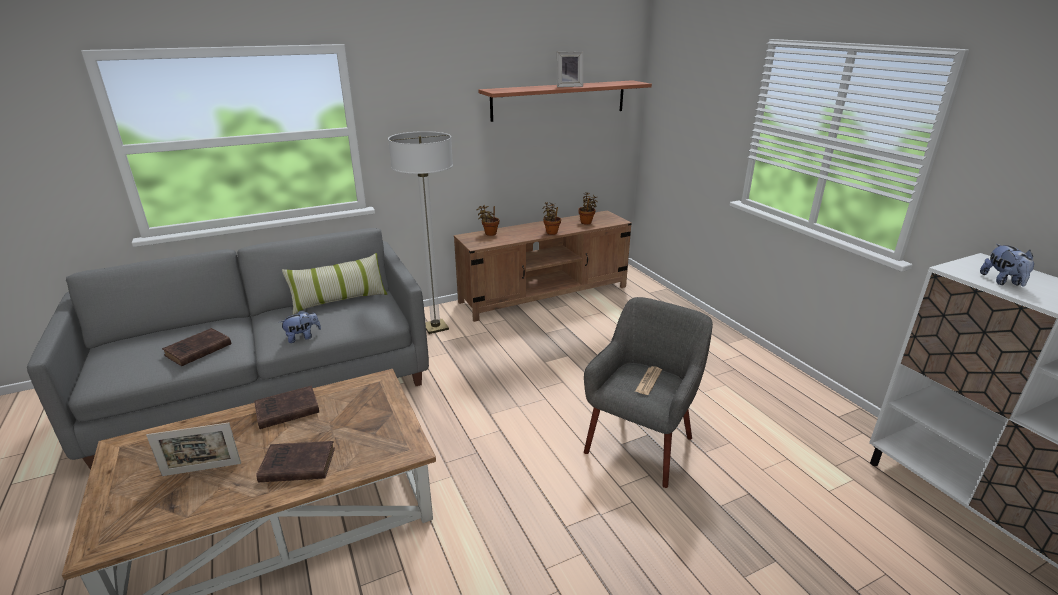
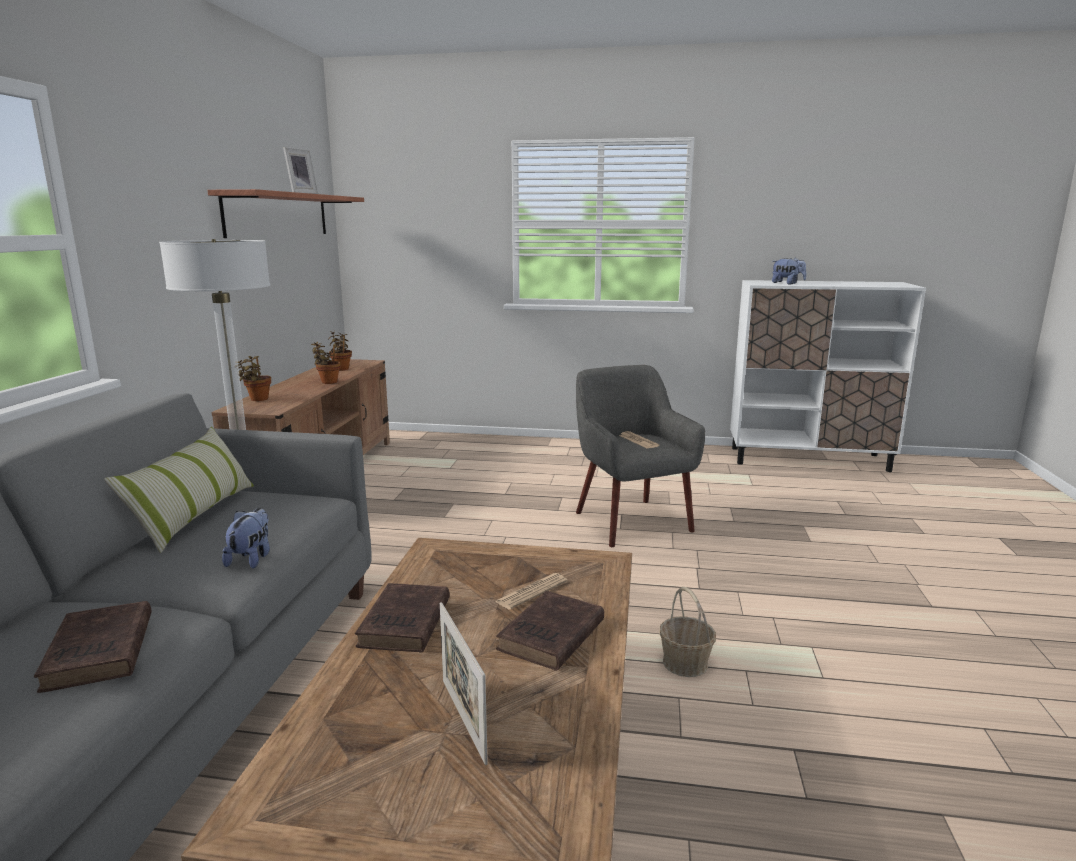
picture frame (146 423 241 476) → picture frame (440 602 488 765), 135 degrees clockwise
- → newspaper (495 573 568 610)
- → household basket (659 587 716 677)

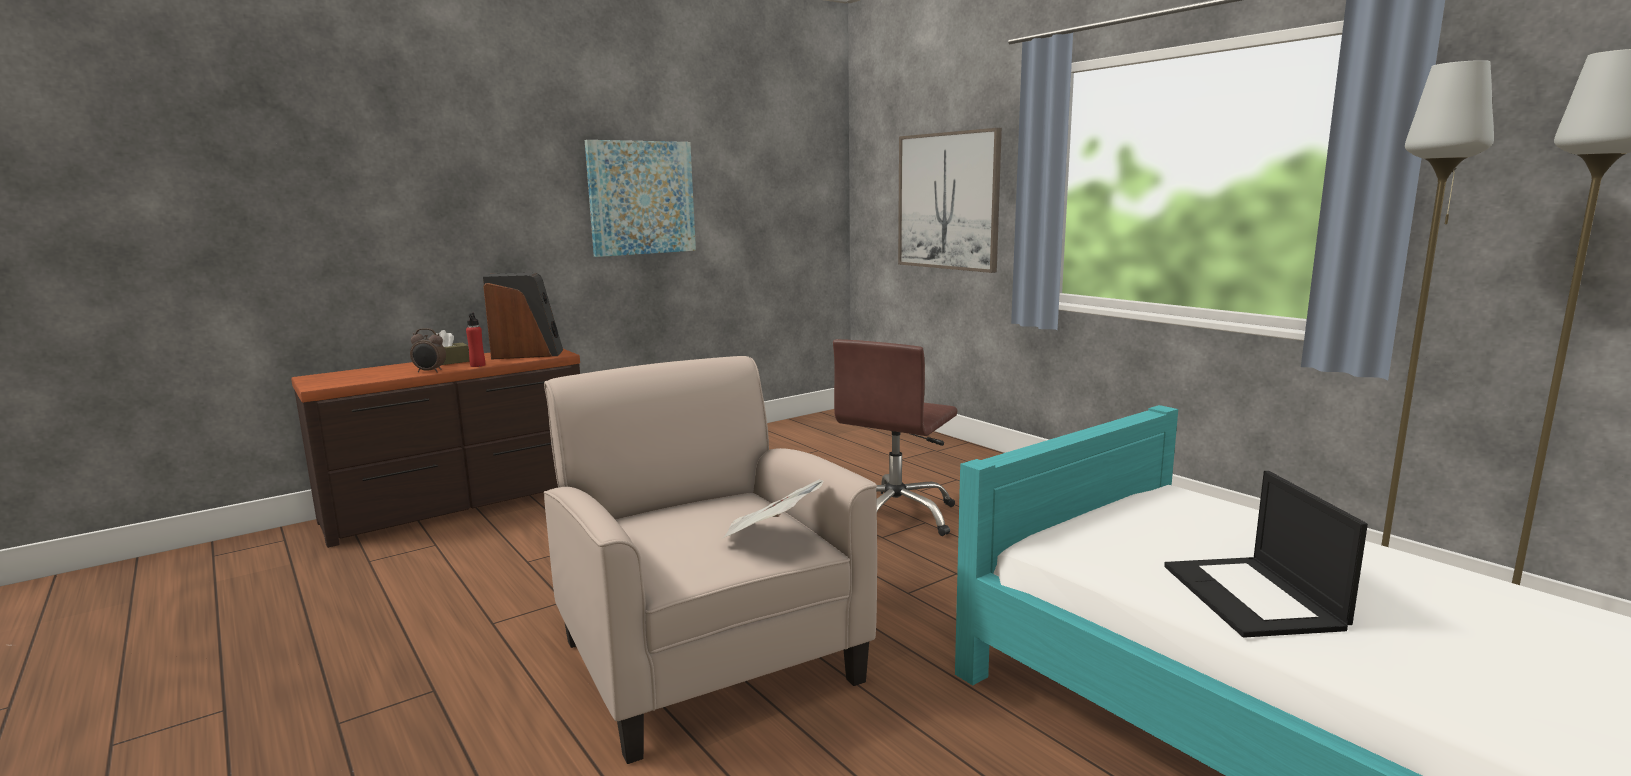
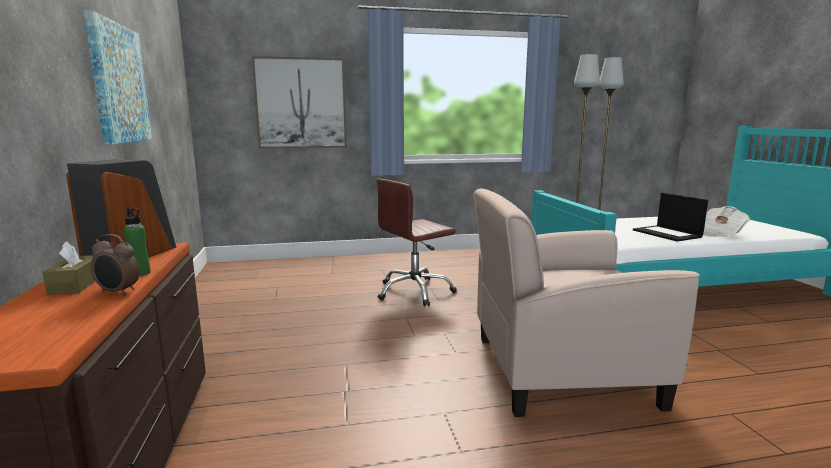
bedside clock (410 328 446 373) → bedside clock (91 234 140 295), 75 degrees clockwise
red-coloured beverage bottle (466 313 485 367) → green beverage bottle (124 208 150 276)
brownish desk chair (833 339 958 536) → brownish desk chair (377 179 457 307), 90 degrees clockwise
notebook computer (1164 471 1368 638) → notebook computer (633 193 708 241), 45 degrees clockwise
newspaper (721 479 824 539) → newspaper (703 206 750 237), move

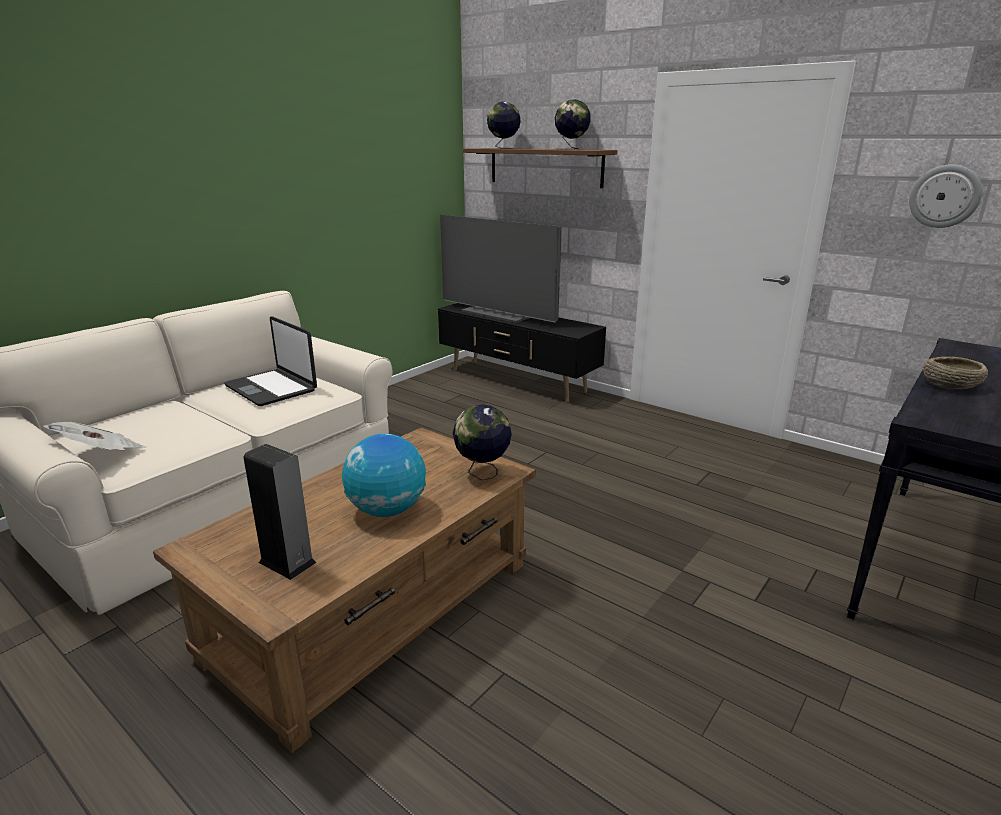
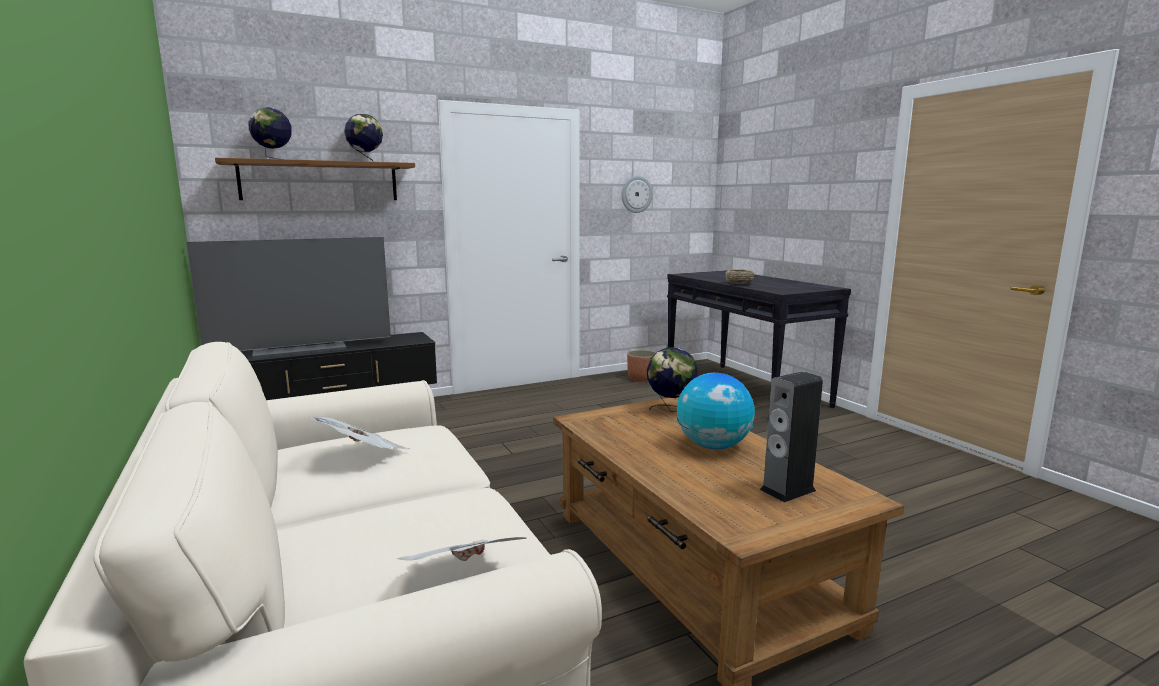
notebook computer (224 316 317 406) → newspaper (309 417 411 450)
- → plant pot (627 350 656 381)

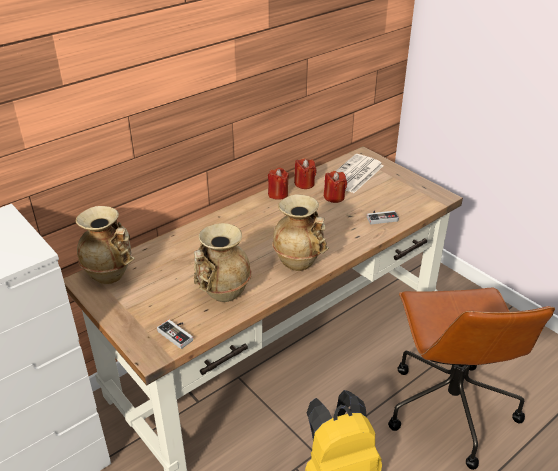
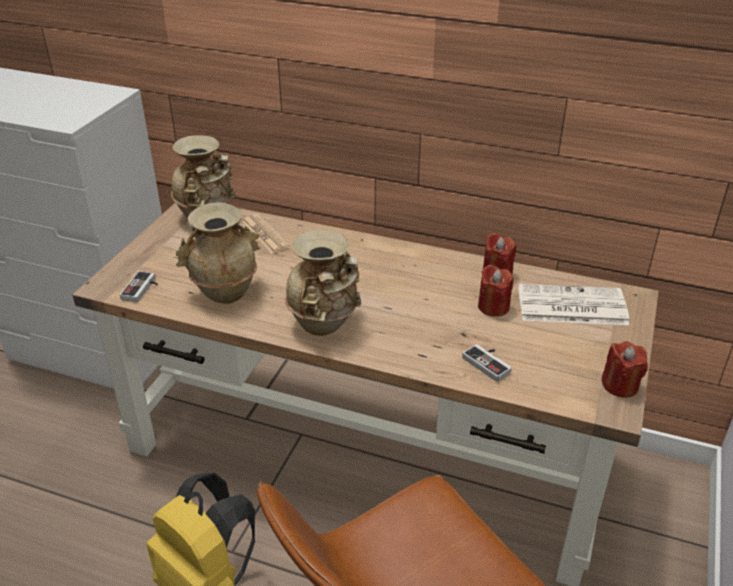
- → newspaper (242 214 290 254)
red-coloured wax candle (268 168 289 200) → red-coloured wax candle (601 341 648 398), move

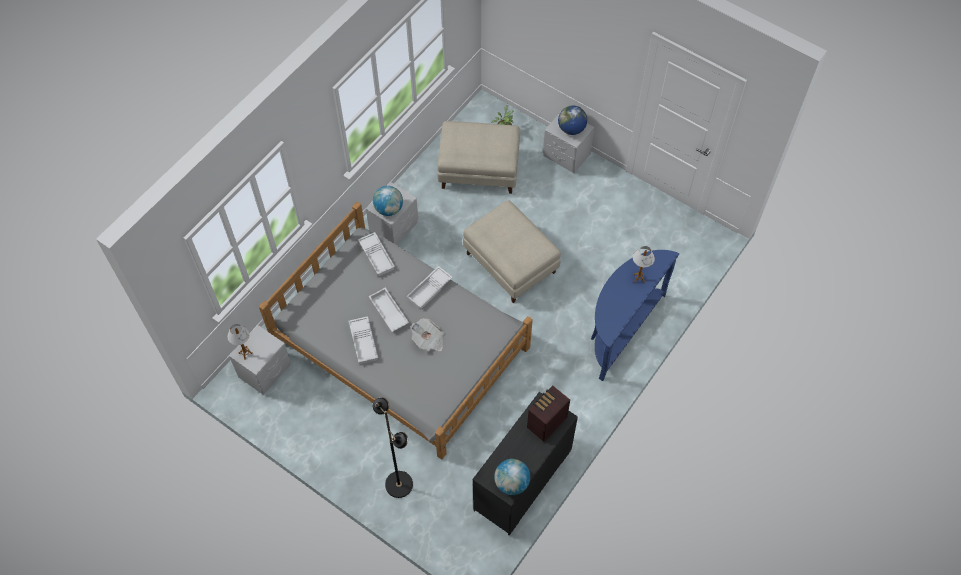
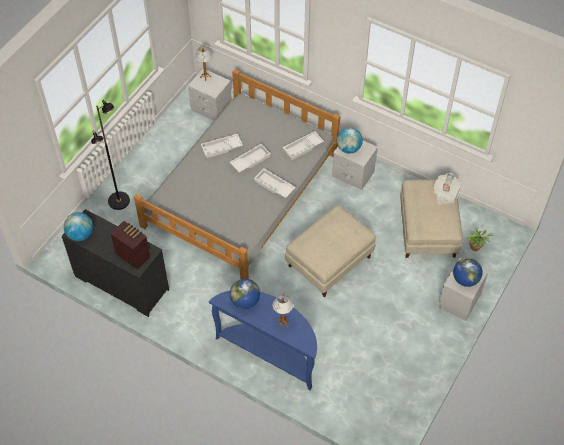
- → desk globe (230 279 260 309)
newspaper (411 318 444 351) → newspaper (433 173 462 204), move

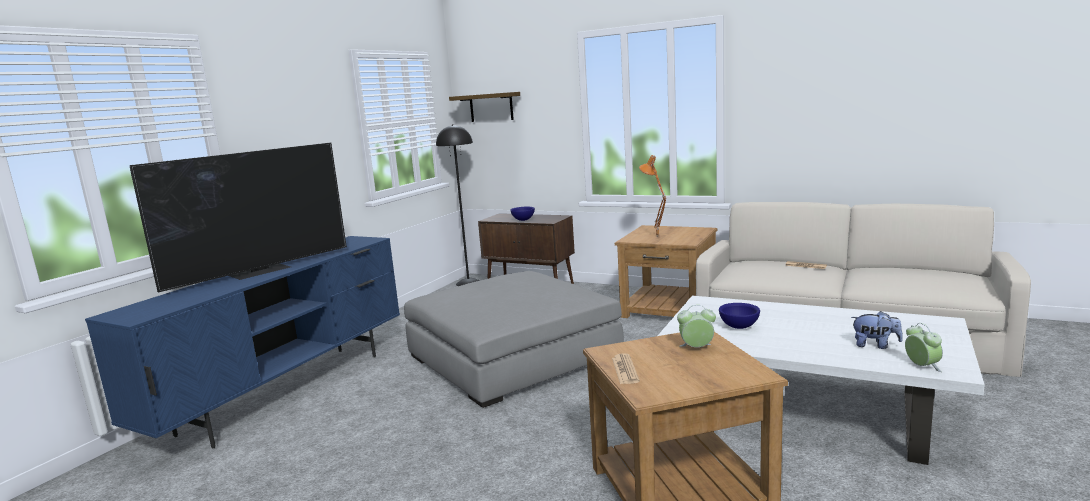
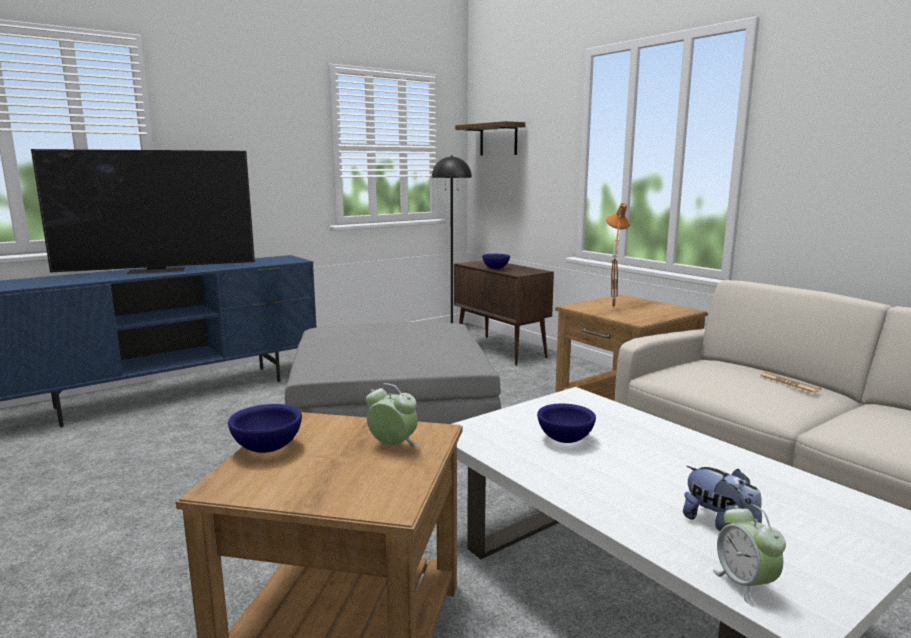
newspaper (612 353 640 384) → bluish bowl (228 404 302 453)
bedside clock (905 323 943 372) → bedside clock (713 505 786 607), 150 degrees clockwise

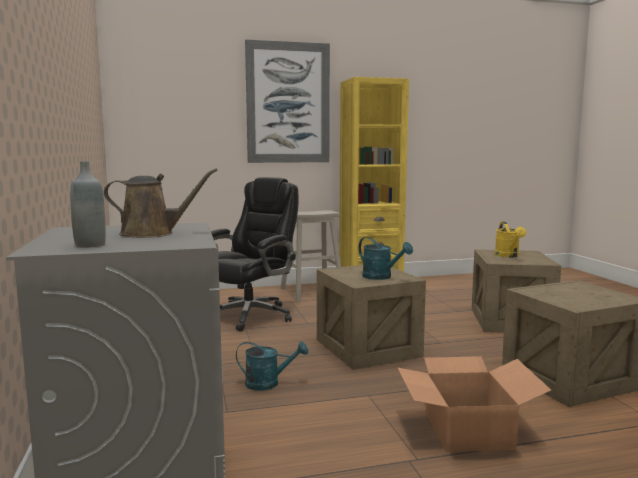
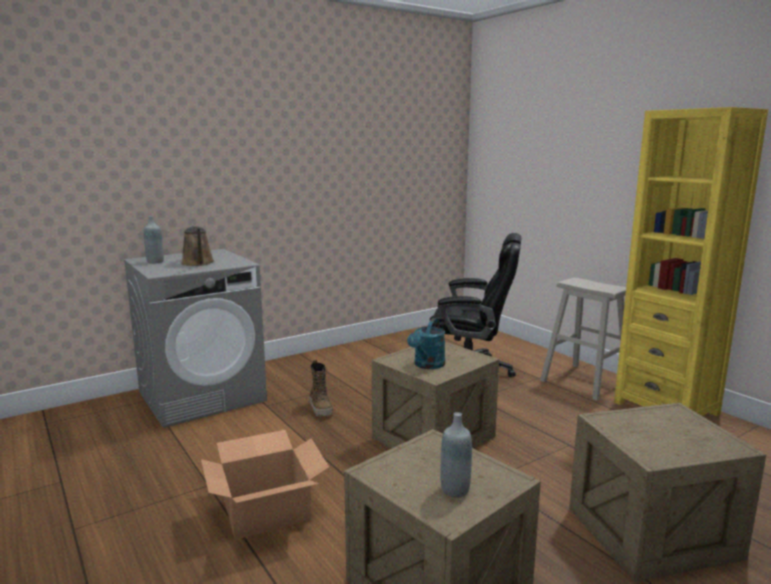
blue-green watering can (236 342 308 391) → high-top boot (309 360 333 416)
- → greyish beverage bottle (441 412 472 497)
wall art (245 40 330 163) → -
yellow watering can (495 222 526 257) → -

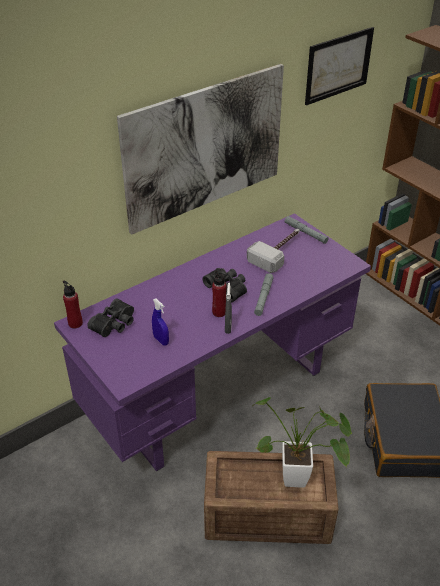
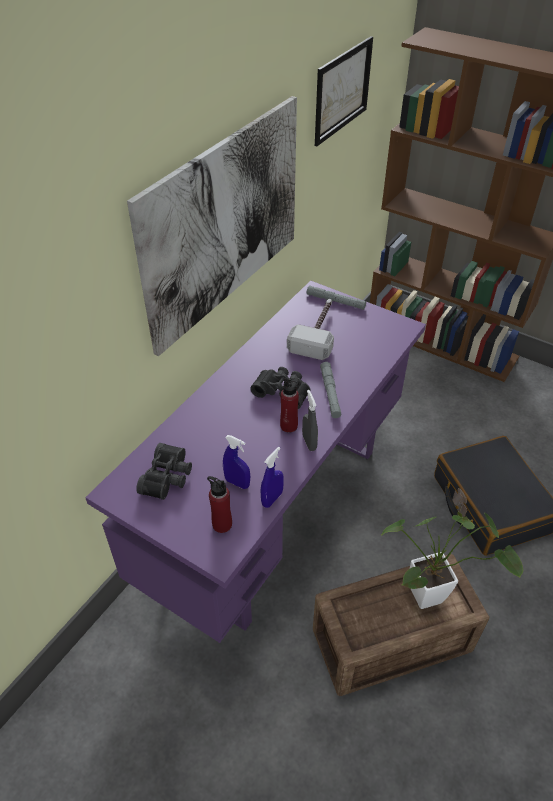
red-coloured beverage bottle (63 280 83 329) → red-coloured beverage bottle (207 476 232 533), move
- → bluish hand sprayer (261 447 284 508)

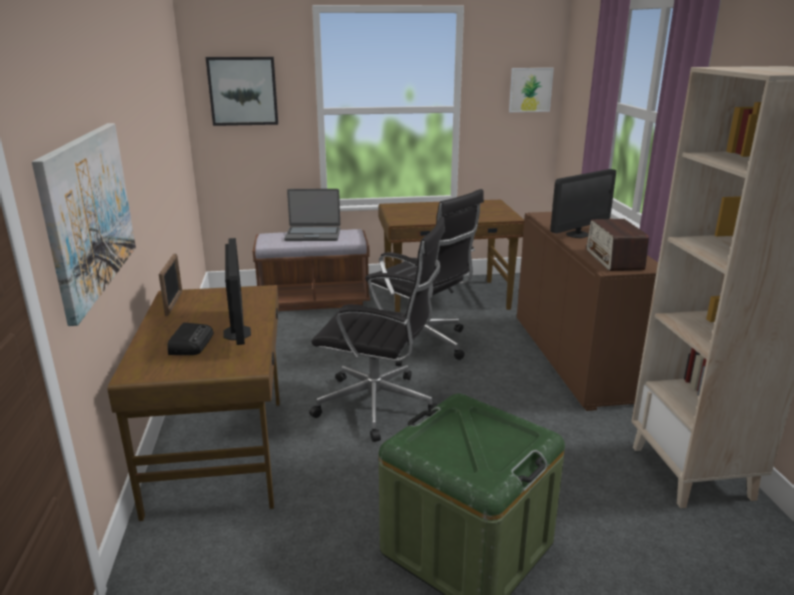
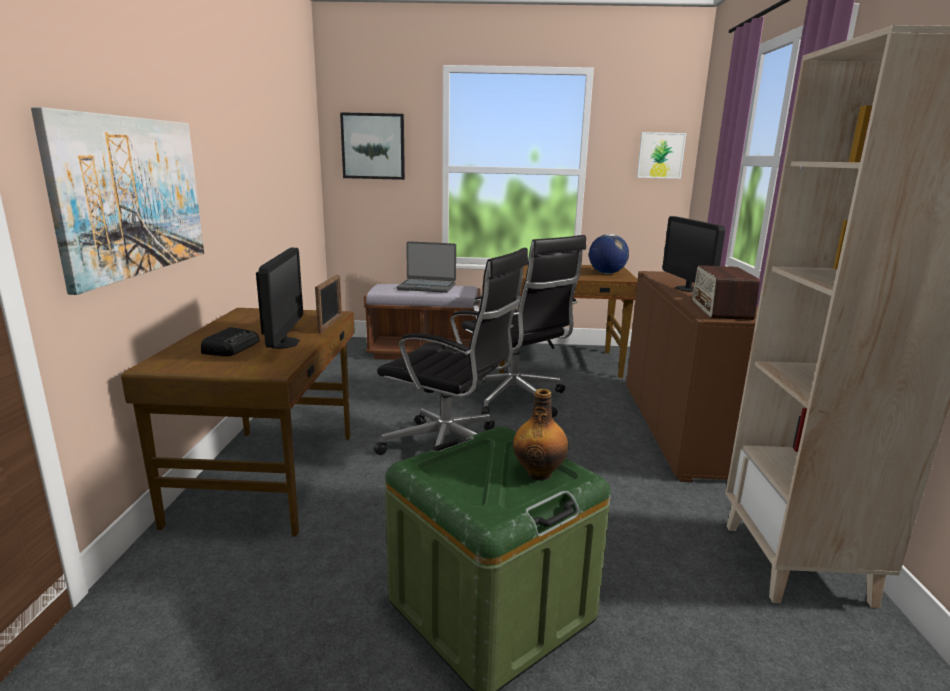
picture frame (159 253 182 316) → picture frame (315 274 342 334), move
- → beverage bottle (513 389 569 481)
- → desk globe (589 234 629 274)
monitor (551 169 616 238) → monitor (663 216 725 292), 105 degrees clockwise

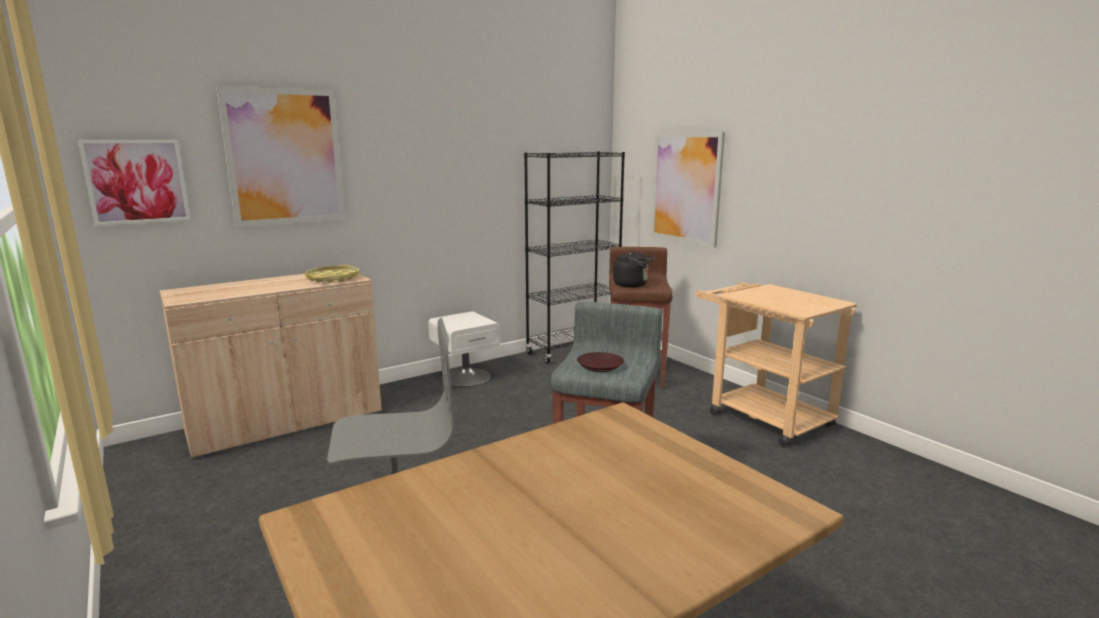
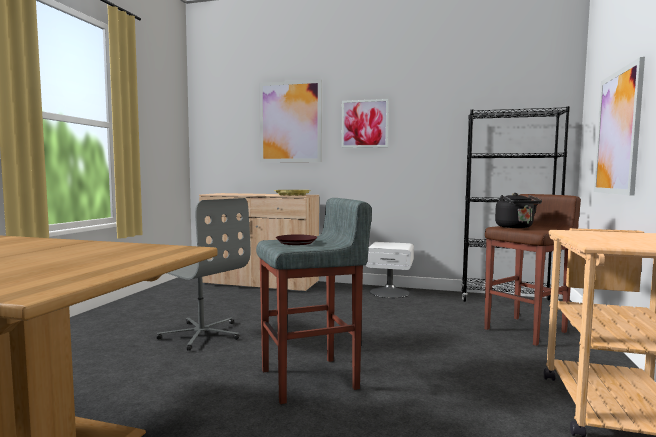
wall art (78 140 191 226) → wall art (341 99 389 148), move

